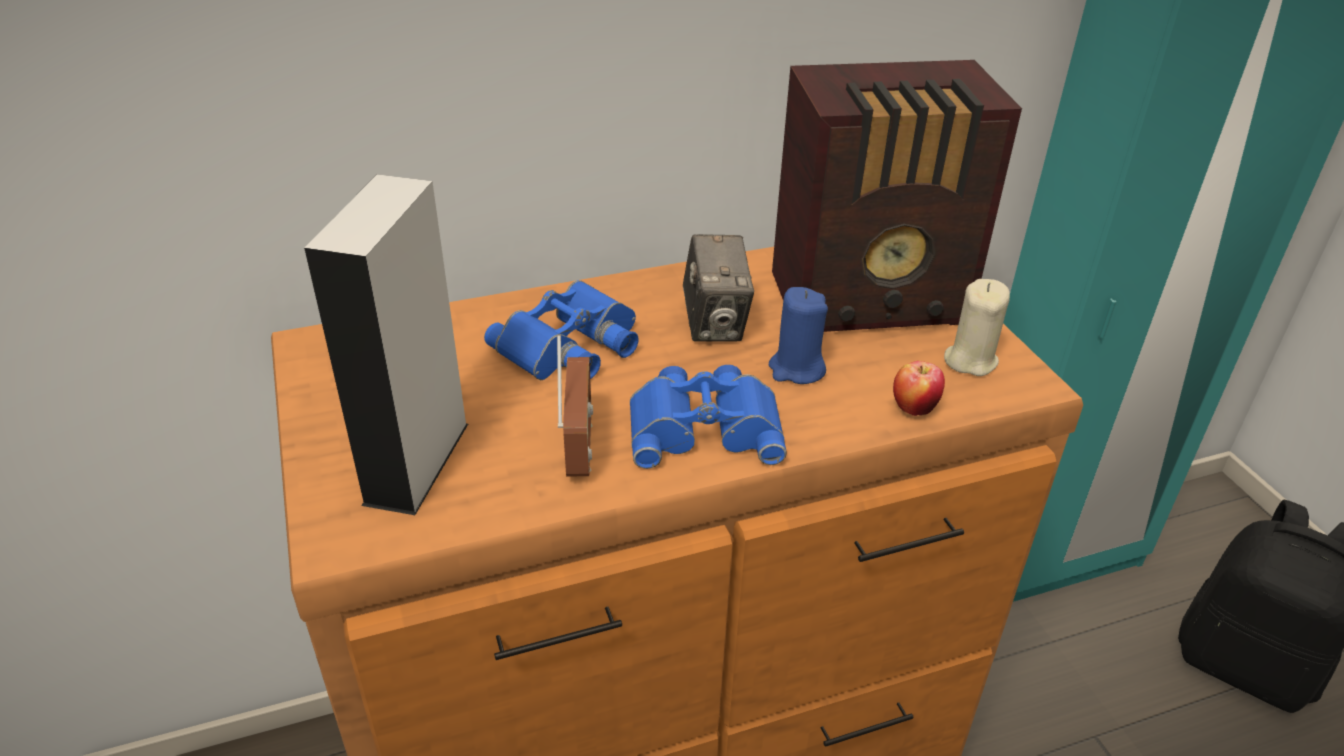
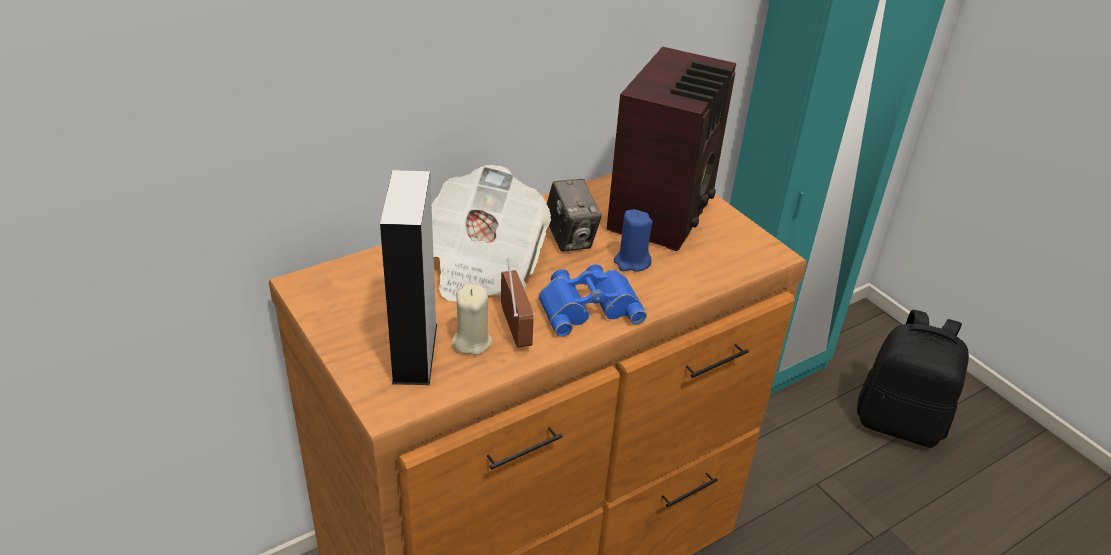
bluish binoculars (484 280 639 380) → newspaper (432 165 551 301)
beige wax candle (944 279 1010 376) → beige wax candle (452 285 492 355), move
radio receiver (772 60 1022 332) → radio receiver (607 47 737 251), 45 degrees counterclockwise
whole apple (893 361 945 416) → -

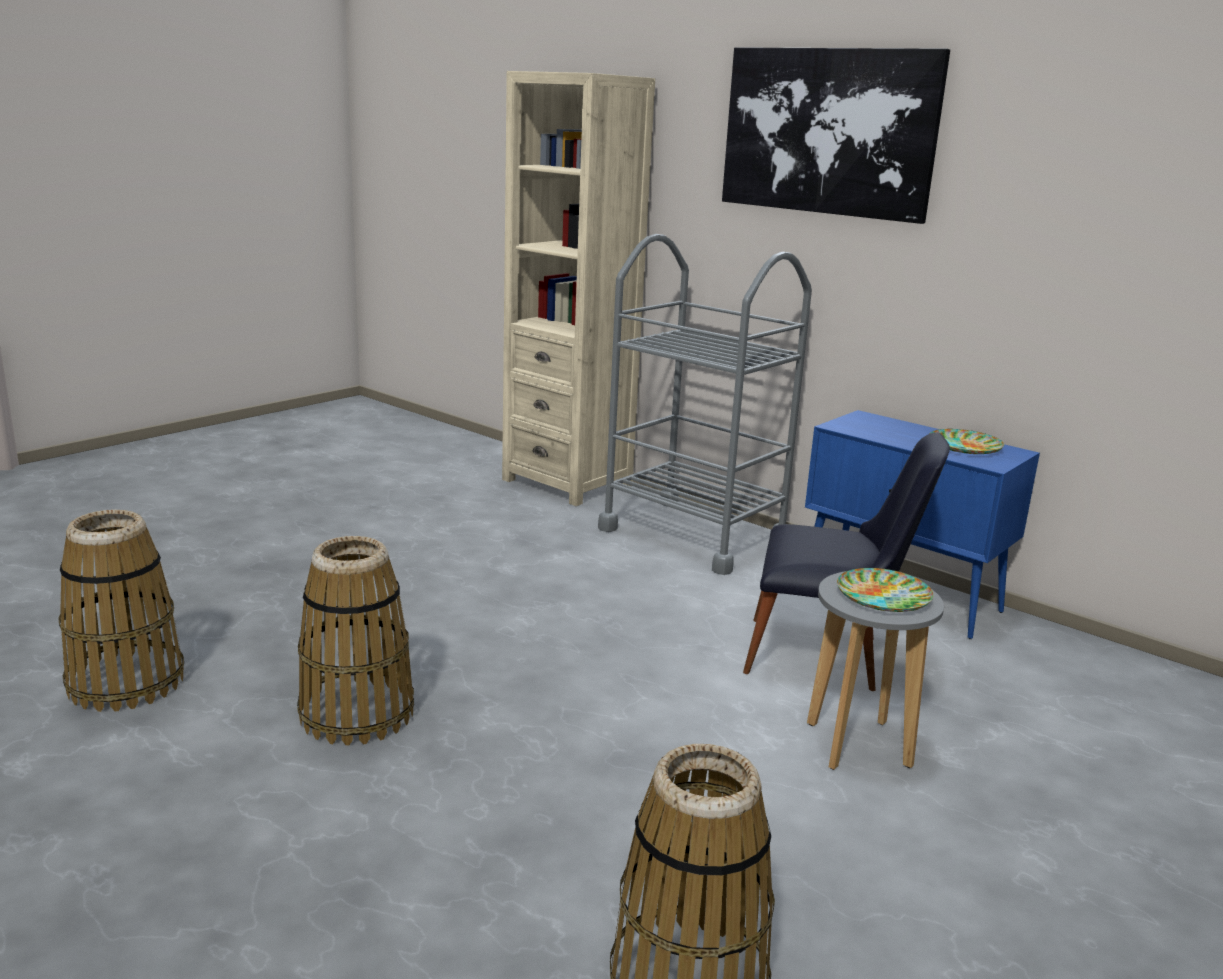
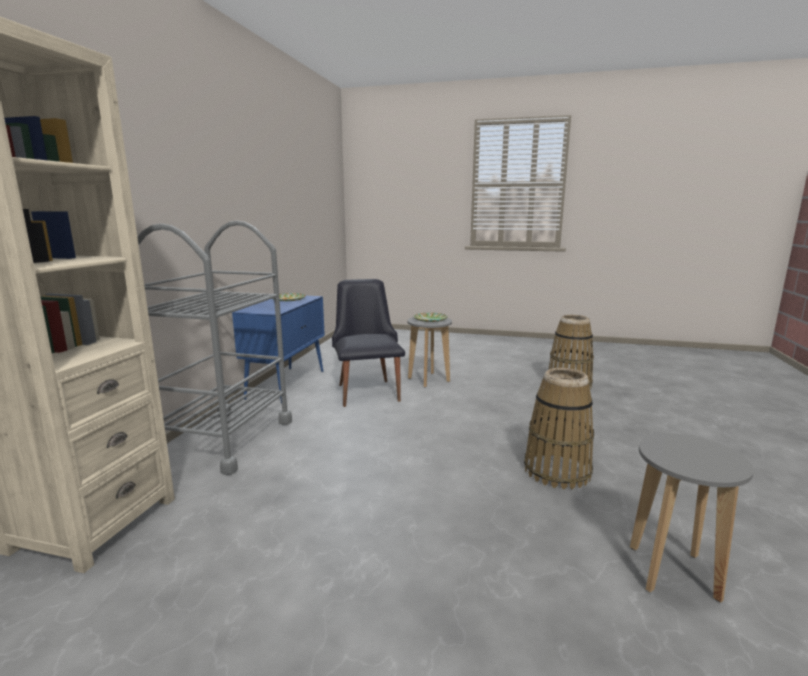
household basket (58 510 184 712) → greyish sitting stool (630 433 754 602)
wall art (722 47 950 224) → -

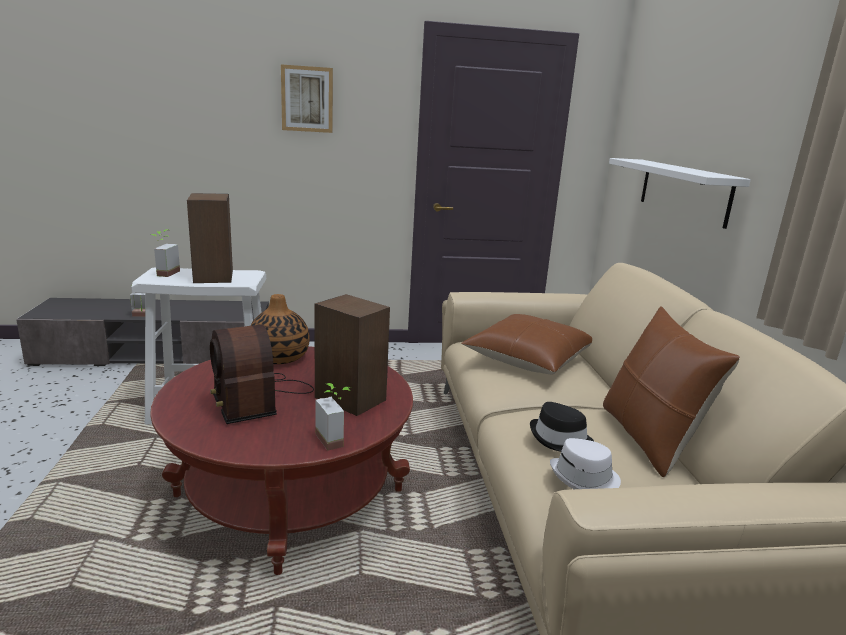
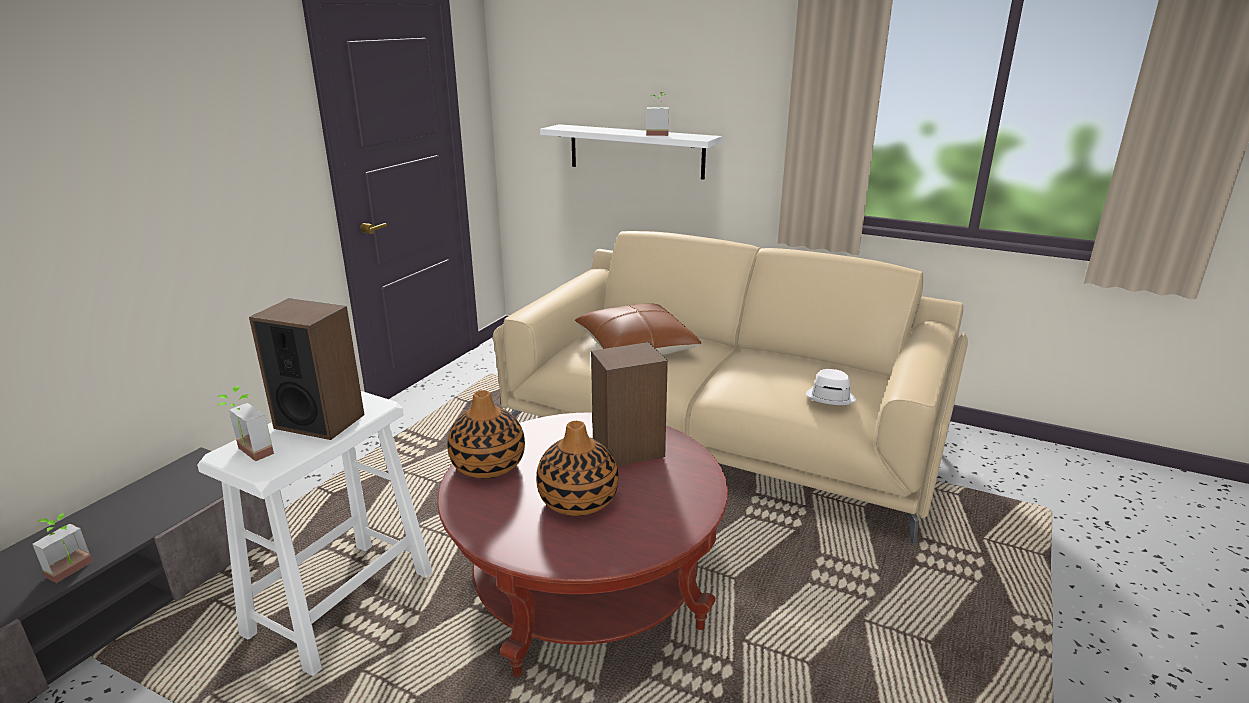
radio receiver (210 324 314 424) → decorative vase (536 421 619 516)
potted plant (316 383 351 451) → potted plant (646 92 669 136), move
wall art (281 64 333 133) → -
black clothing hat (530 402 594 452) → -
brownish pillow (603 306 740 477) → -

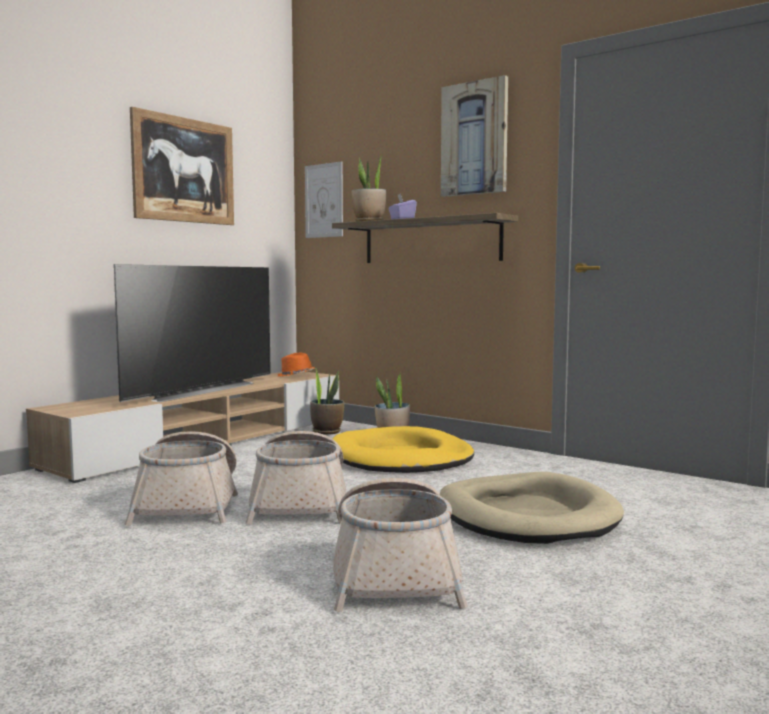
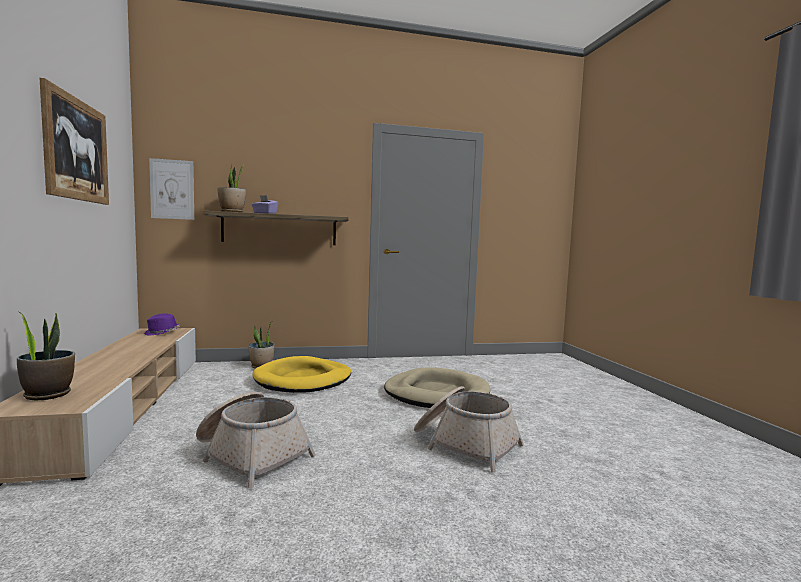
potted plant (310 368 344 435) → potted plant (17 311 75 400), move
orange-coloured clothing hat (278 353 316 376) → purplish clothing hat (144 313 180 336)
television (114 264 271 402) → -
household basket (245 431 346 525) → -
wall art (441 75 508 197) → -

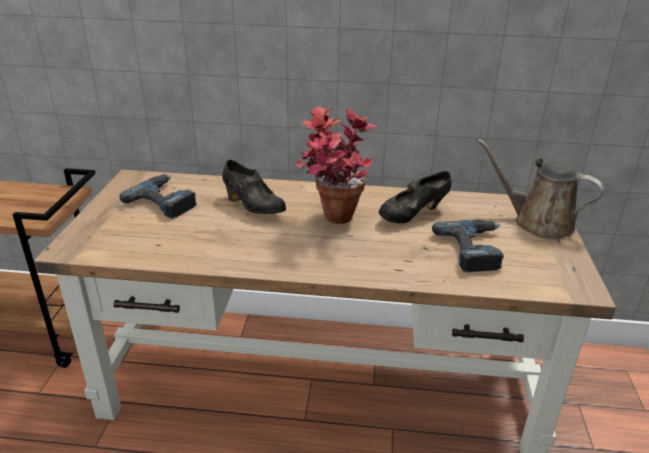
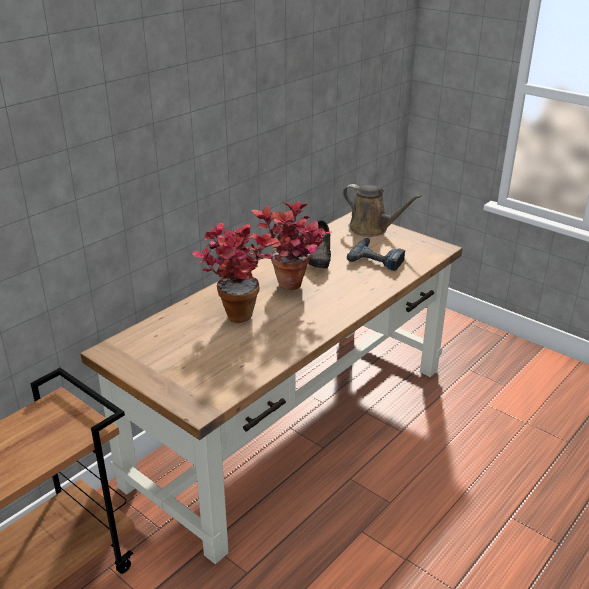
black shoe (222 160 286 214) → potted plant (193 223 279 323)
brownish watering can (477 139 604 239) → brownish watering can (343 184 422 237), 120 degrees counterclockwise
drill (119 174 197 219) → -

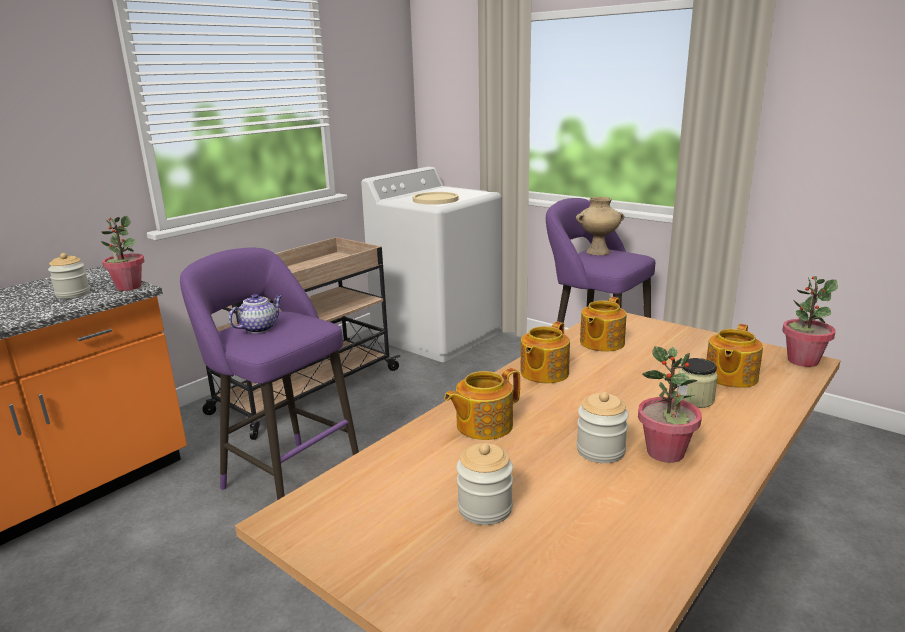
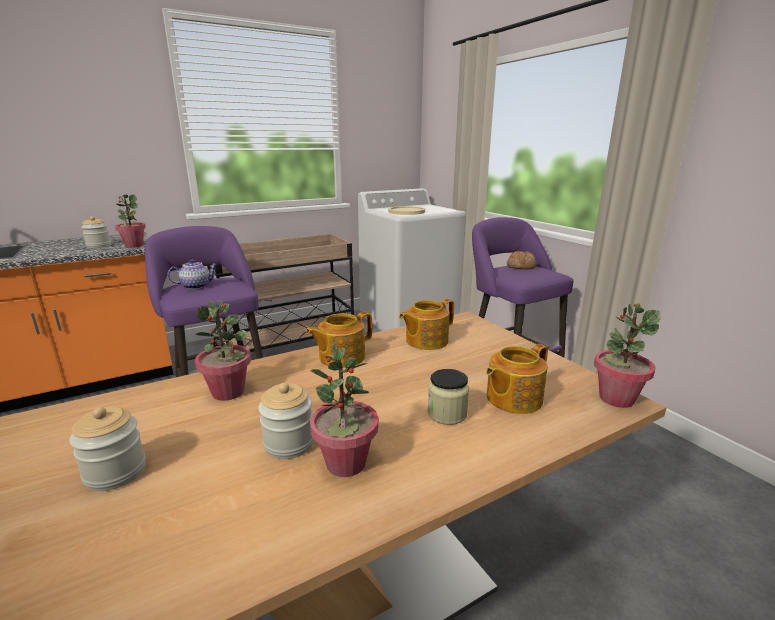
pot for tea (444 368 520 440) → potted plant (195 300 251 401)
beige decorative vase (576 197 624 255) → baked bread (507 250 536 270)

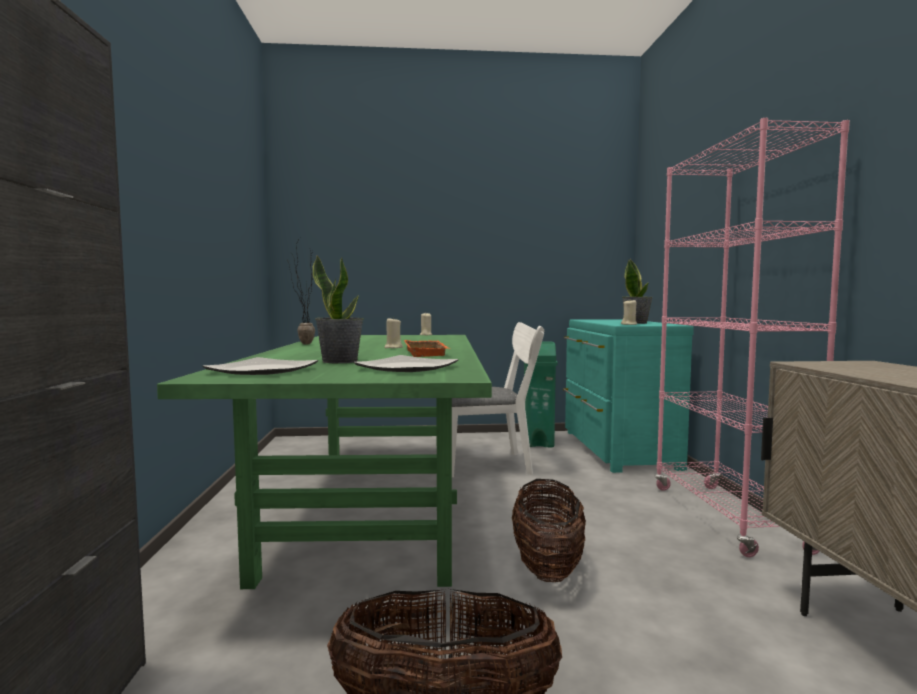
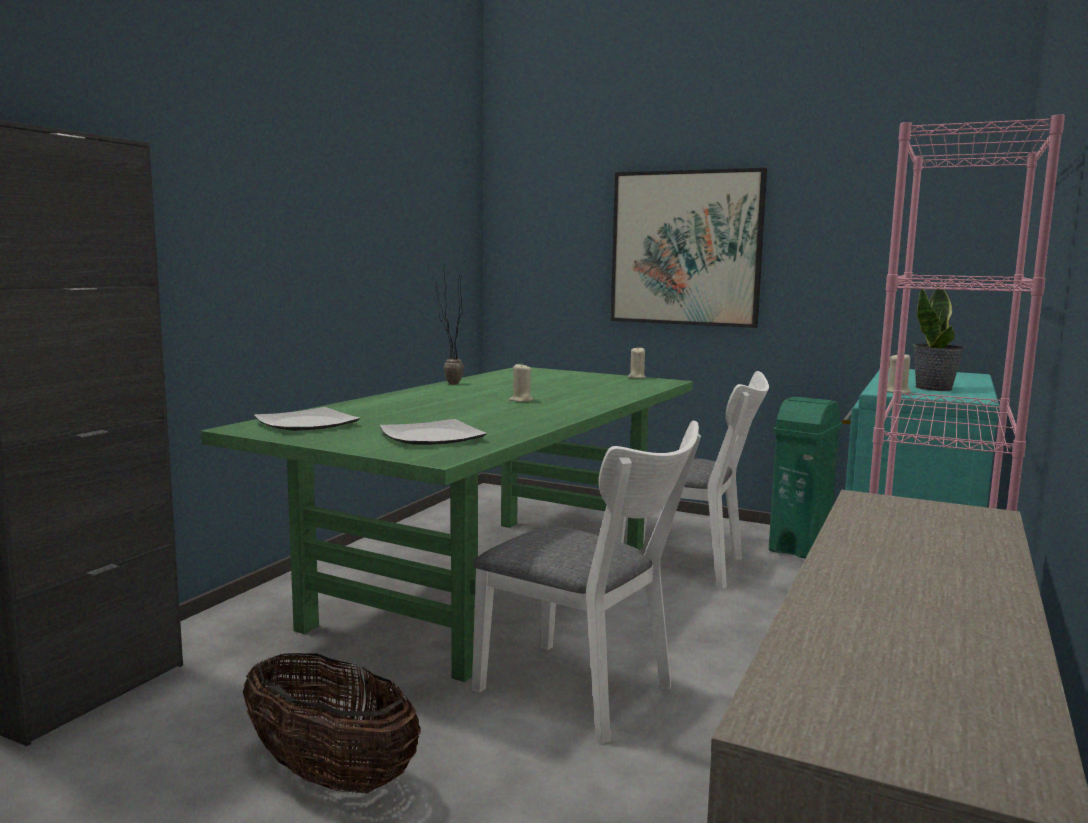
household basket (512 479 586 582) → white-coloured upright chair (472 421 701 744)
- → wall art (611 168 767 328)
potted plant (313 255 364 363) → -
orange-coloured carrying tray (404 340 450 357) → -

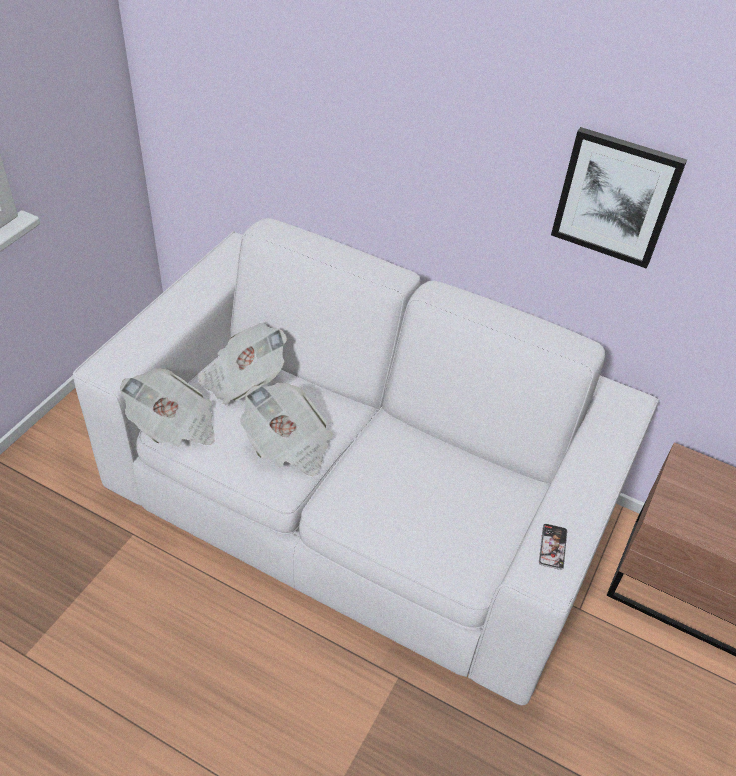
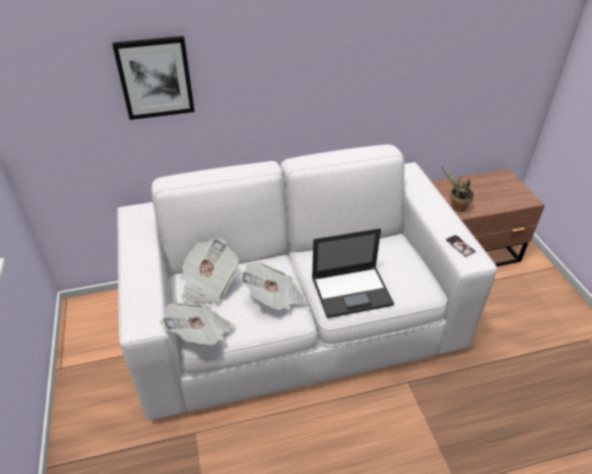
wall art (551 127 687 269) → wall art (112 36 195 120), move
- → notebook computer (312 228 394 318)
- → potted plant (442 166 474 212)

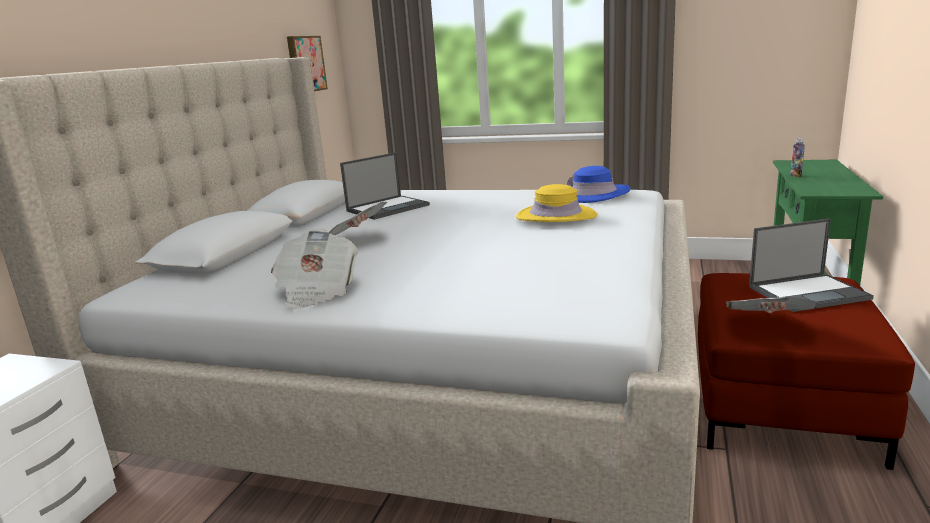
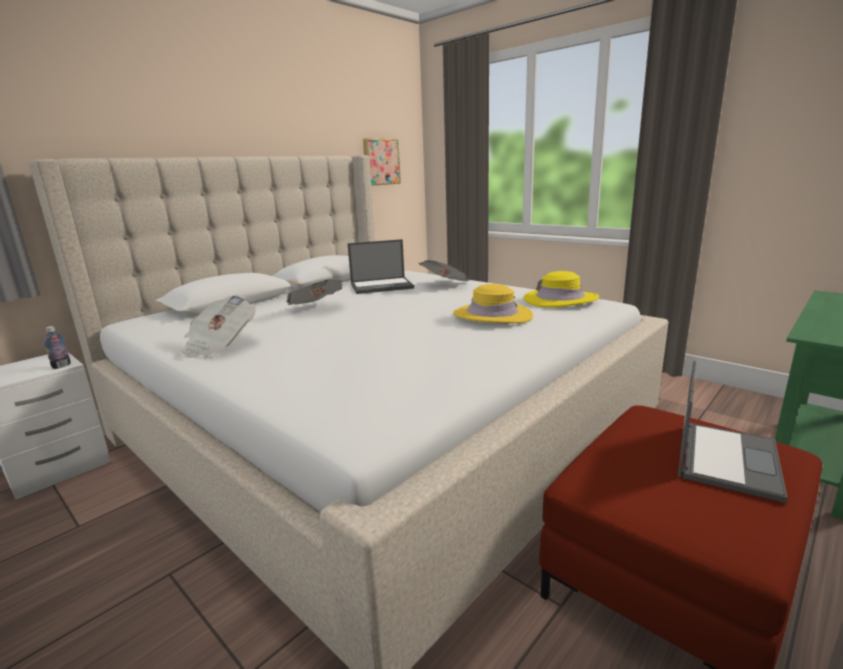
beverage bottle (790 138 805 177) → beverage bottle (44 326 71 369), move
newspaper (726 298 817 313) → newspaper (418 260 469 281), move
bluish clothing hat (567 166 630 203) → yellow clothing hat (524 271 599 308)
notebook computer (749 218 874 312) → notebook computer (678 361 788 503), 75 degrees counterclockwise

